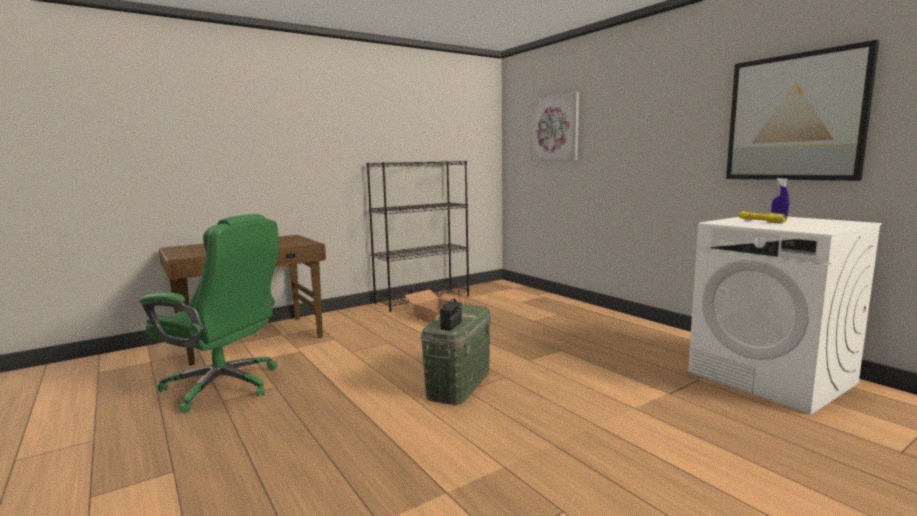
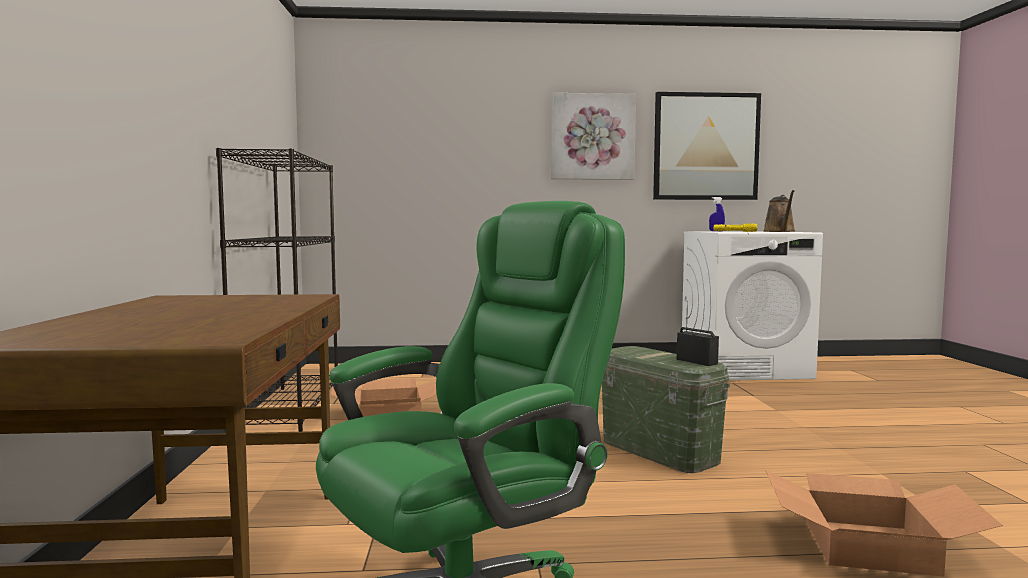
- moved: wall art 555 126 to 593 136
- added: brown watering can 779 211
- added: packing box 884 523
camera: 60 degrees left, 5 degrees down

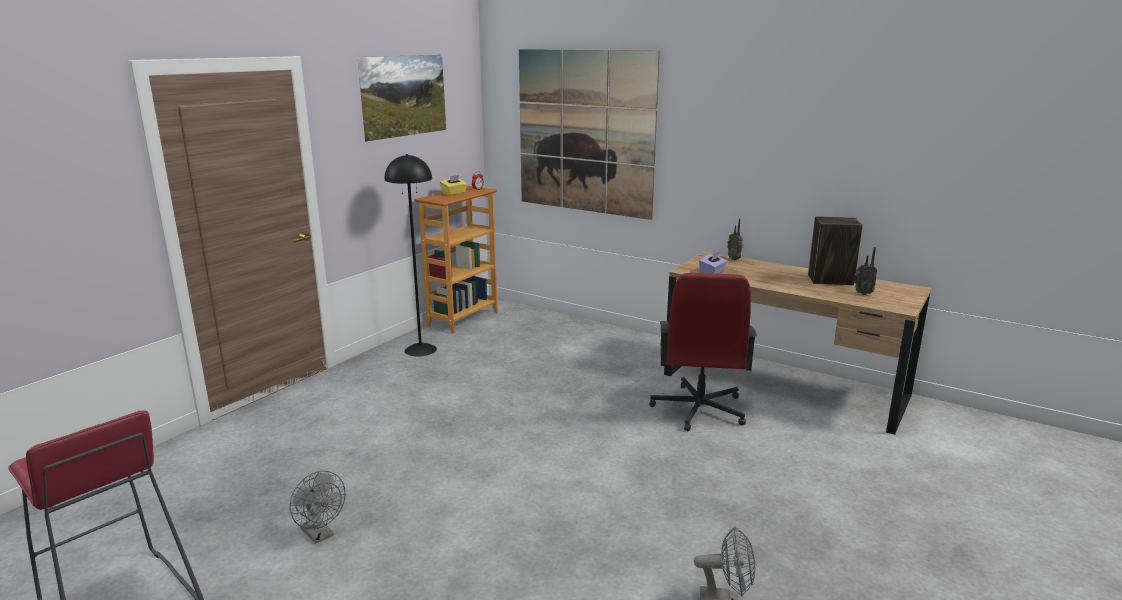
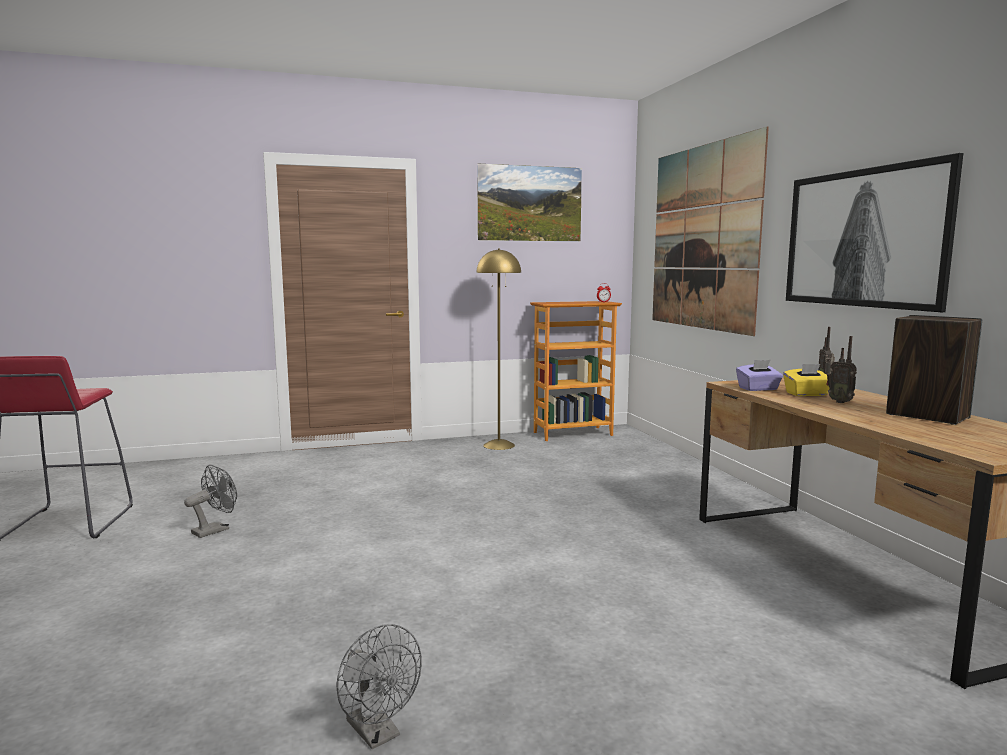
- turned: gray fan 317 507 = 210 501 135 degrees counterclockwise
- recoloured: blackish standing lamp 411 255 to yellow-coloured standing lamp 498 349
- moved: yellow-coloured tissue holder 453 185 to 806 380
- removed: red-coloured desk chair 703 352
- moved: radio receiver 865 271 to 841 369
- added: wall art 874 232
camera: 40 degrees right, 10 degrees down

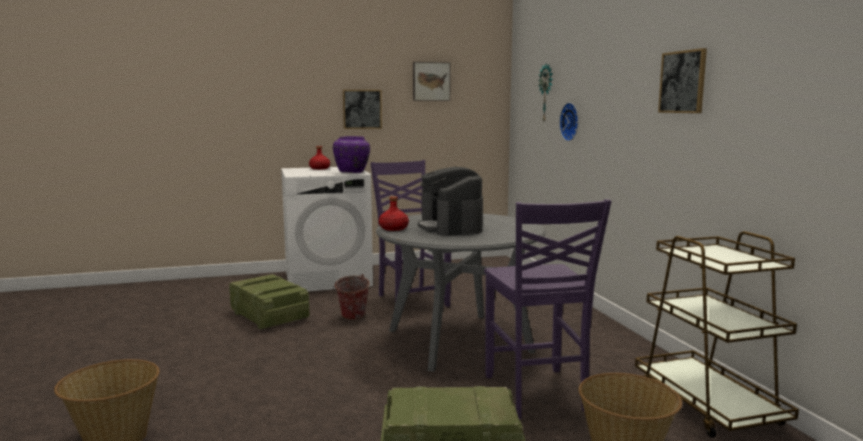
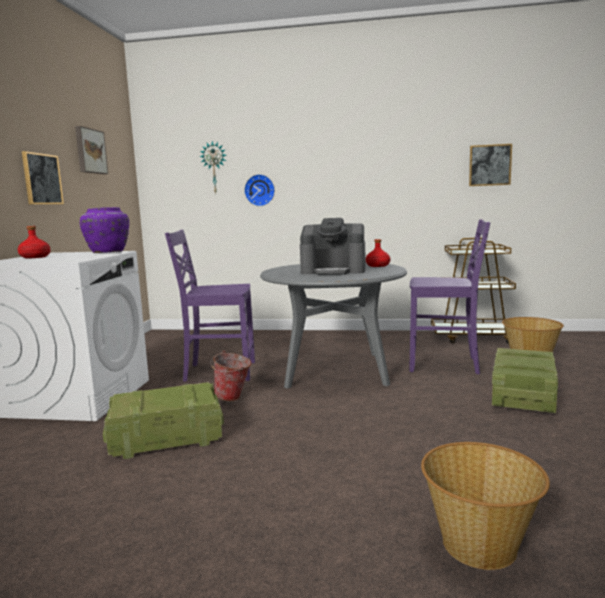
- moved: red-coloured drink bottle 394 213 to 378 253
- moved: wall art 682 80 to 490 165
camera: 65 degrees left, 0 degrees up

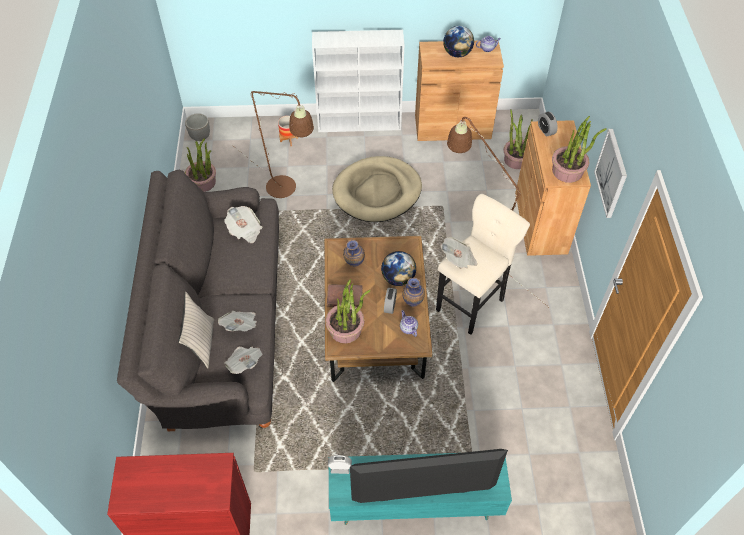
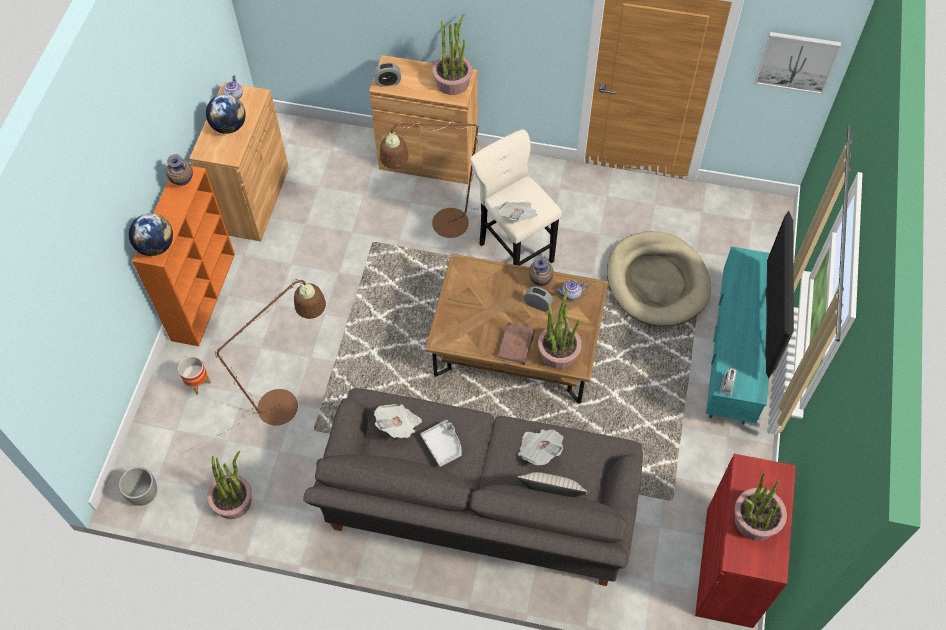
- removed: printed paper 243 360
- recoloured: white-coloured shelving unit 358 81 to orange shelving unit 183 256
- moved: beige dog bed 377 189 to 659 278
- moved: flower vase 354 253 to 179 170
- moved: globe 398 268 to 151 234
- moved: potted plant 518 139 to 760 507
- moved: wall art 610 173 to 798 63
- added: gray serving tray 440 443
camera: 75 degrees left, 5 degrees up

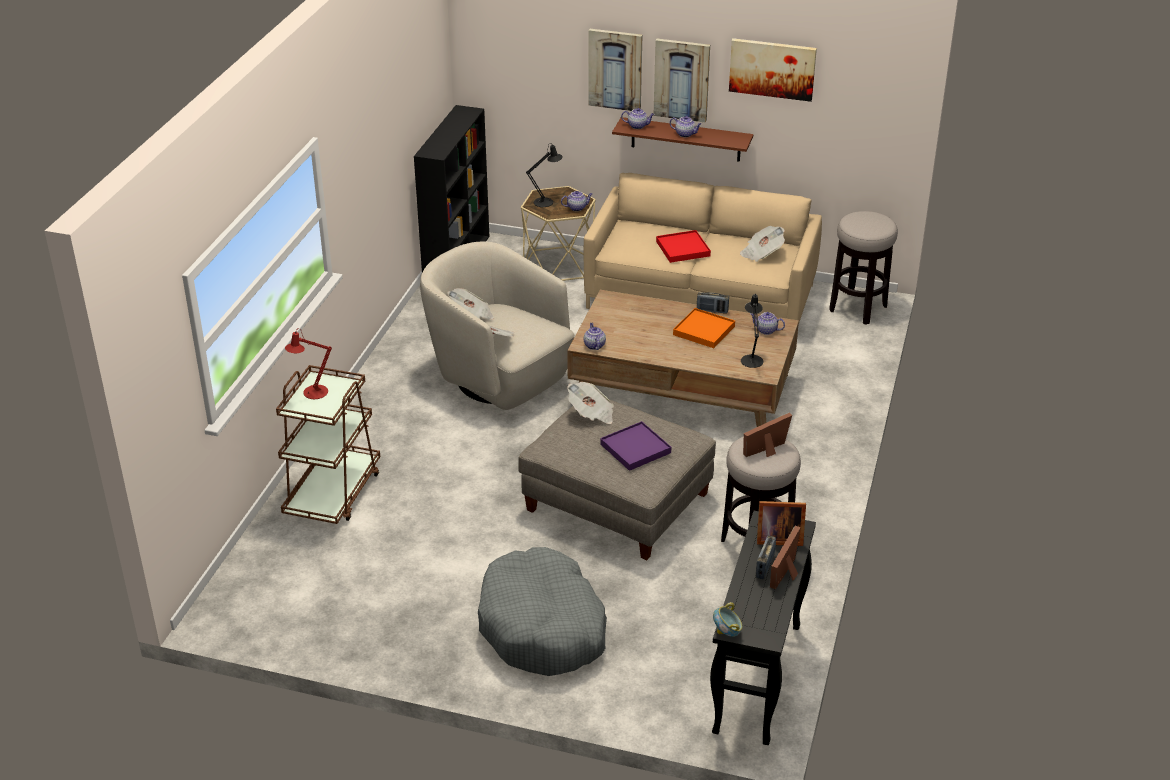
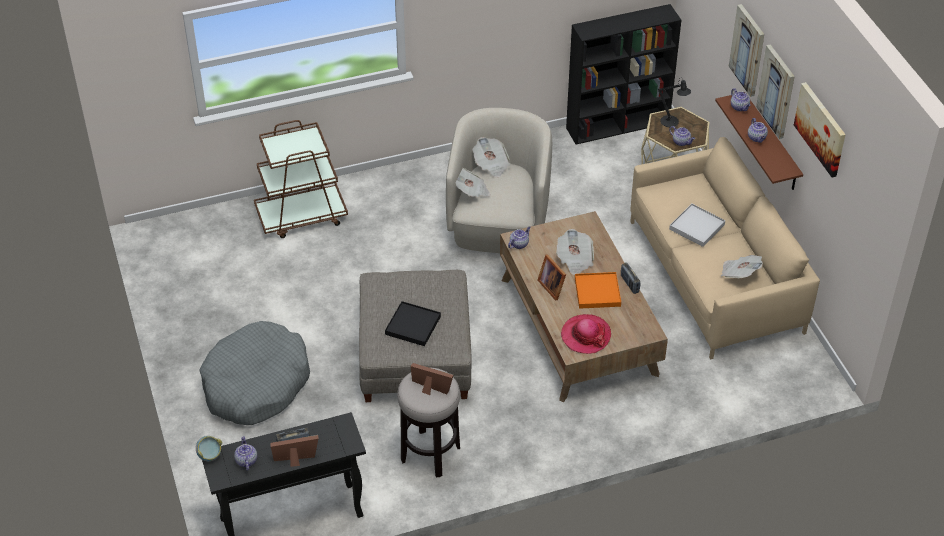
- removed: red-coloured table lamp 308 363
- moved: printed paper 590 403 to 575 252
- recoloured: purple serving tray 635 446 to blackish serving tray 413 323
- recoloured: red-coloured serving tray 683 246 to white-coloured serving tray 697 225
- replaced: blackish table lamp 752 331 to wearable hat 586 334
- moved: pot for tea 767 323 to 245 453
- moved: standing frame 781 523 to 552 277
- removed: sitting stool 863 267
camera: 55 degrees right, 10 degrees up

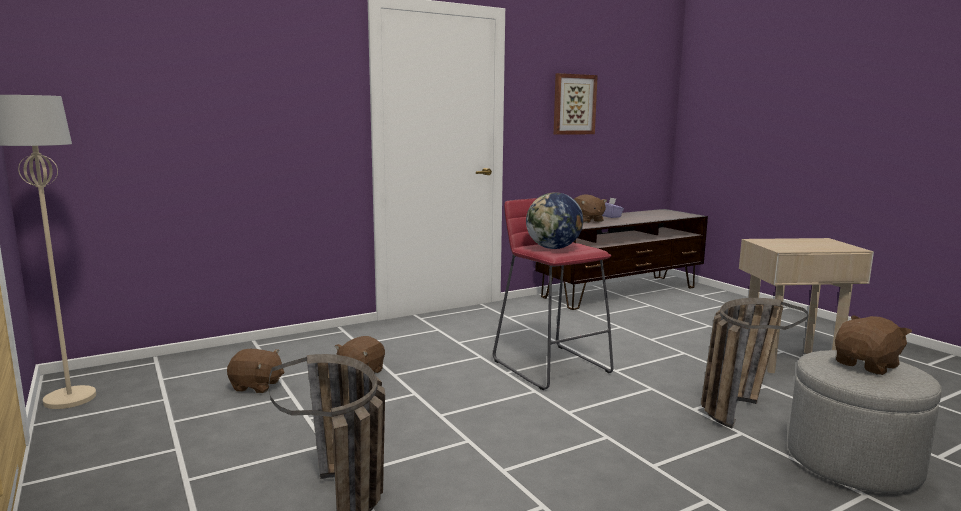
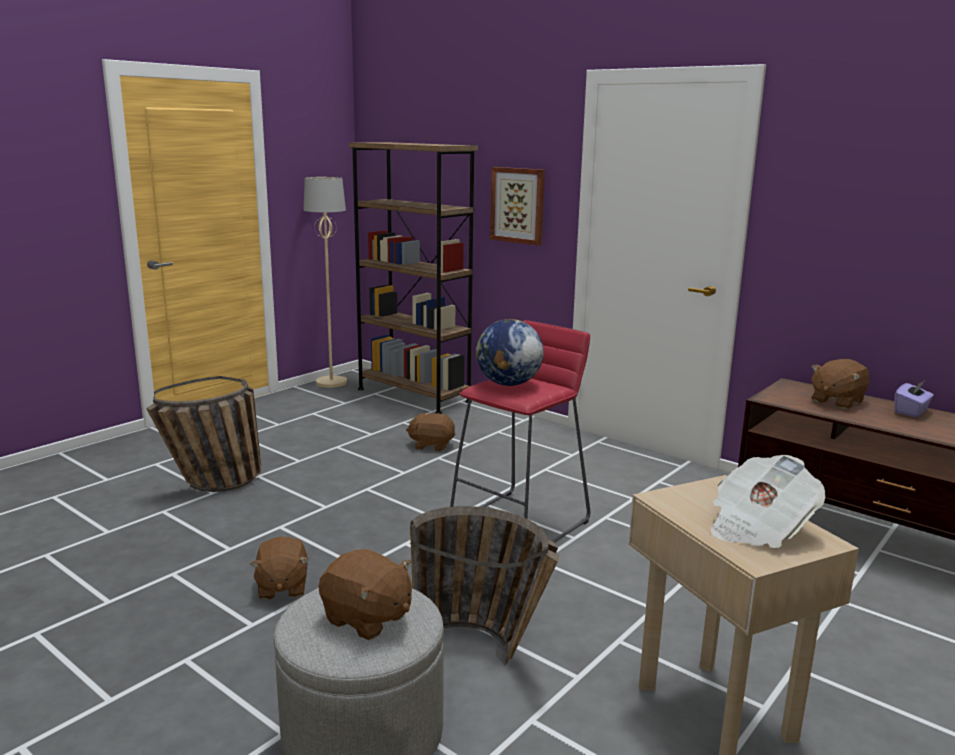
- moved: brown soft toy 255 371 to 279 568
- moved: wall art 576 104 to 517 206
- added: brown shelving unit 413 278
- added: printed paper 768 501
camera: 70 degrees right, 5 degrees up

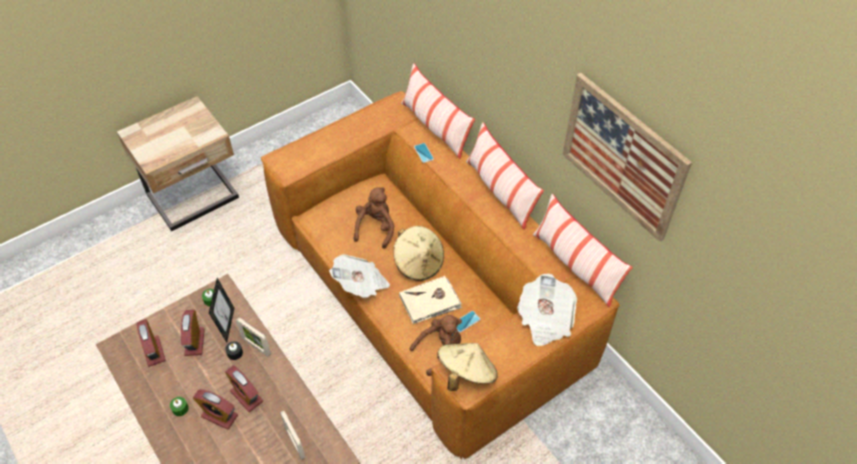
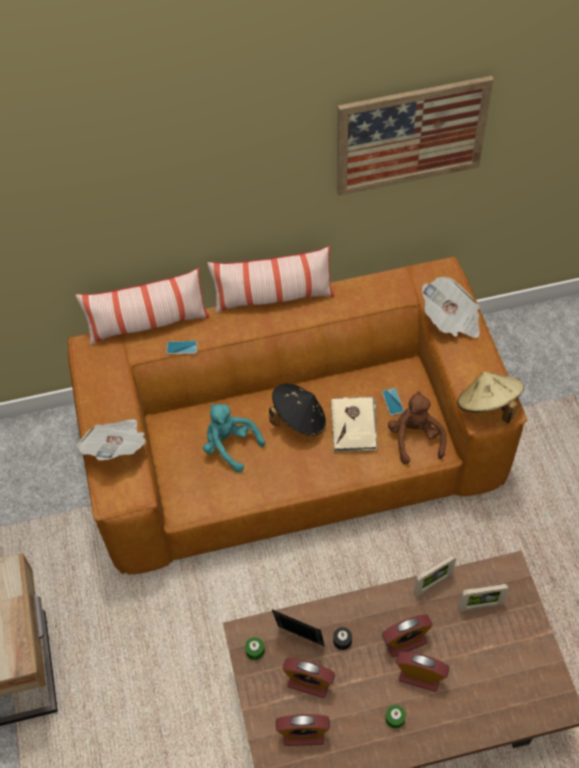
- turned: table clock 215 410 = 422 672 120 degrees counterclockwise
- moved: standing frame 253 337 to 435 575
- moved: printed paper 359 276 to 111 439
- recoloured: brown soft toy 374 218 to blue-green soft toy 234 437
- recoloured: beige wearable hat 418 253 to blackish wearable hat 297 409
- removed: pillow 583 250
camera: 65 degrees left, 5 degrees up

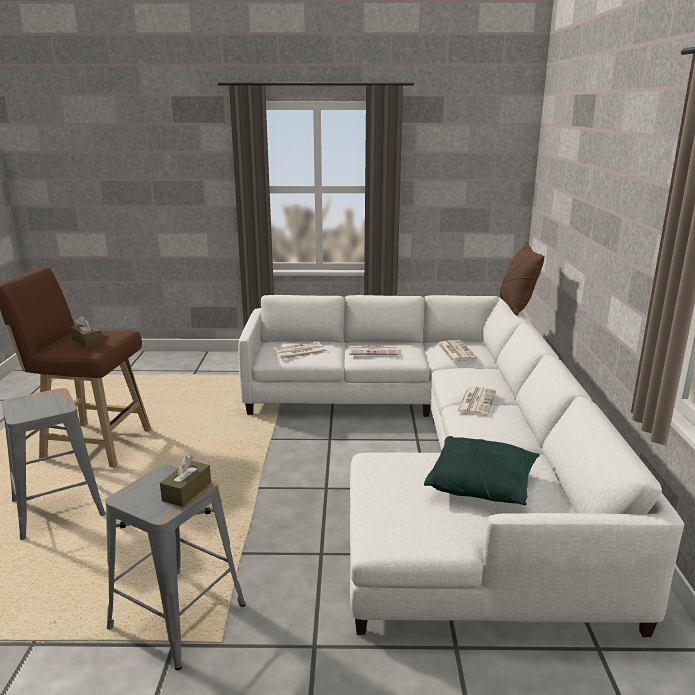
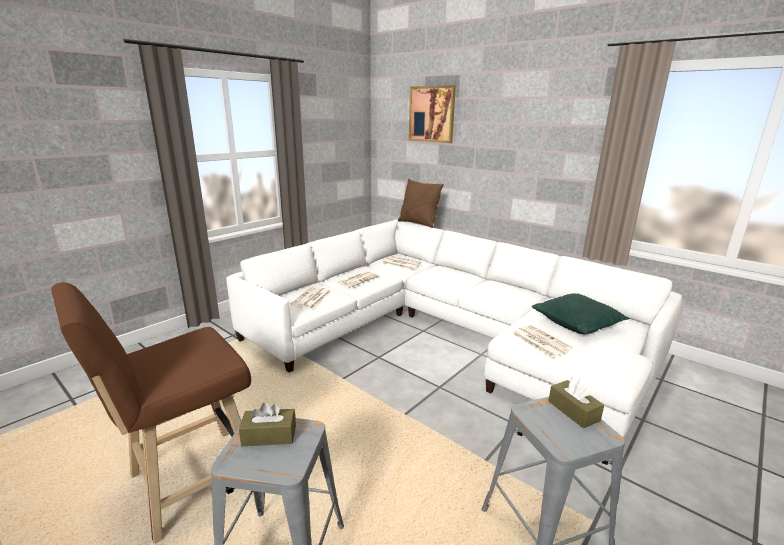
- moved: brown tissue holder 86 331 to 267 424
- moved: printed paper 476 401 to 542 341
- added: wall art 432 114
camera: 50 degrees left, 0 degrees up

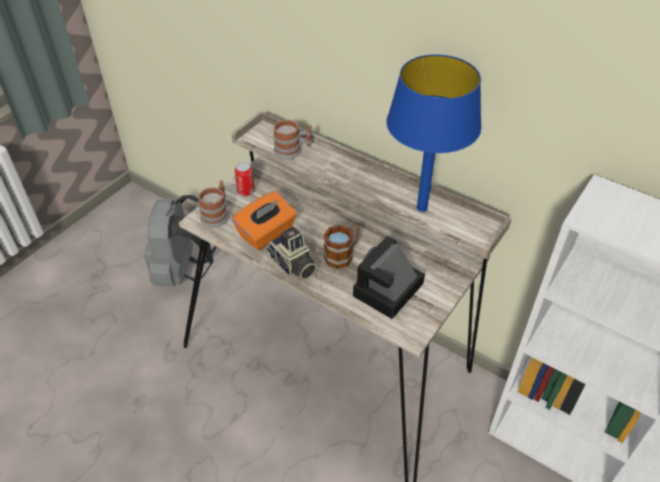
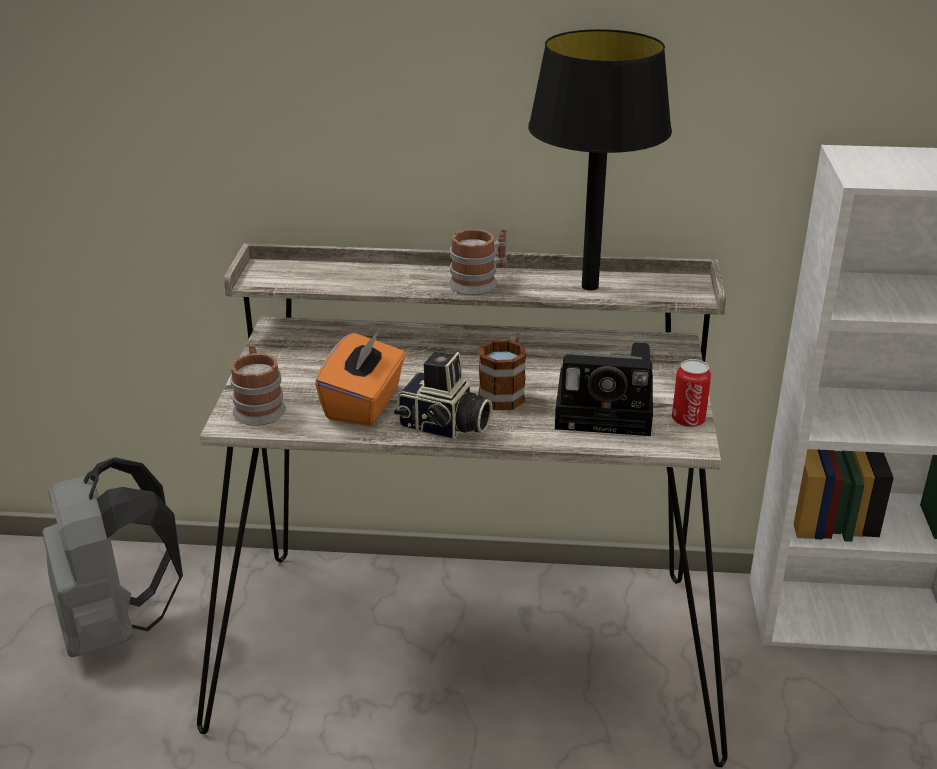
- moved: can 245 179 to 691 393
- moved: tea mug 292 140 to 478 261
- turned: photo camera 389 277 = 604 389 90 degrees counterclockwise
- recoloured: blue-coloured table lamp 434 133 to blackish table lamp 600 159
camera: 30 degrees left, 15 degrees down

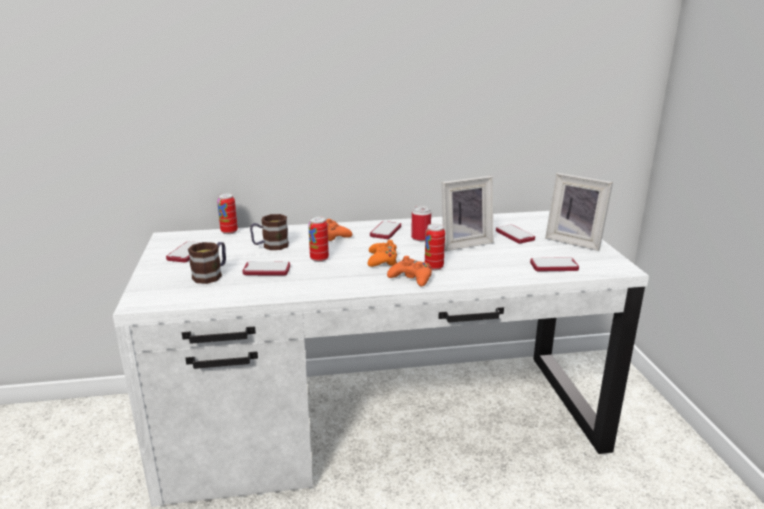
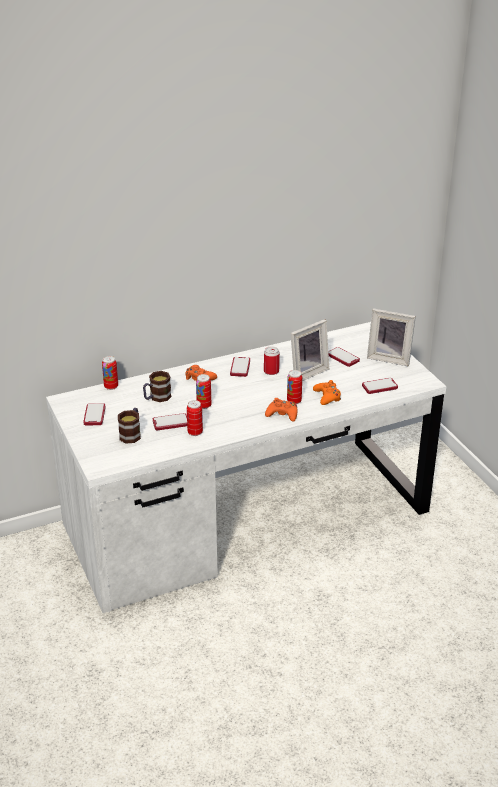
- moved: orange gamepad 382 253 to 327 392
- added: can 195 418
camera: 15 degrees left, 10 degrees up

